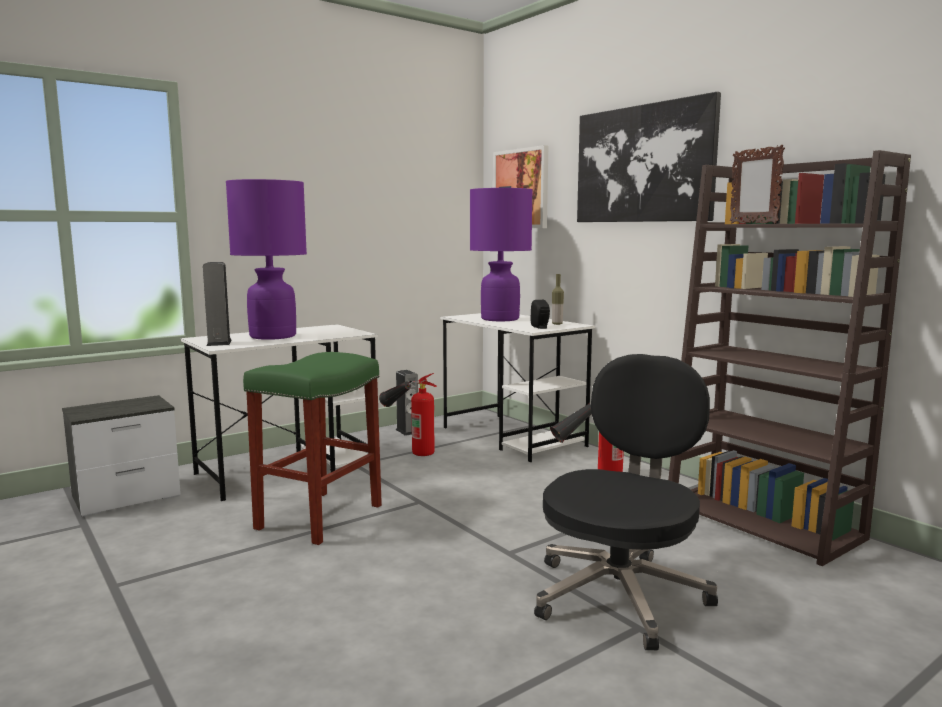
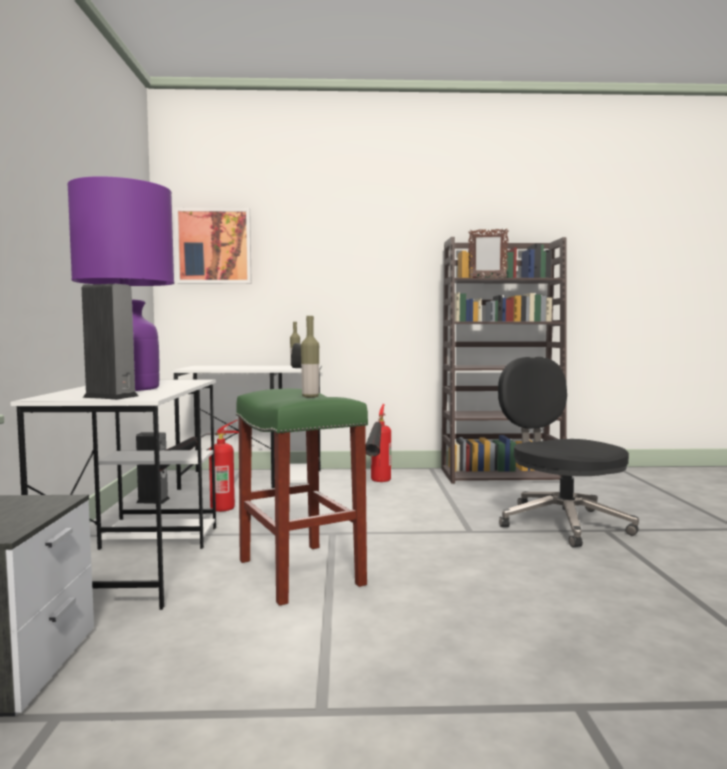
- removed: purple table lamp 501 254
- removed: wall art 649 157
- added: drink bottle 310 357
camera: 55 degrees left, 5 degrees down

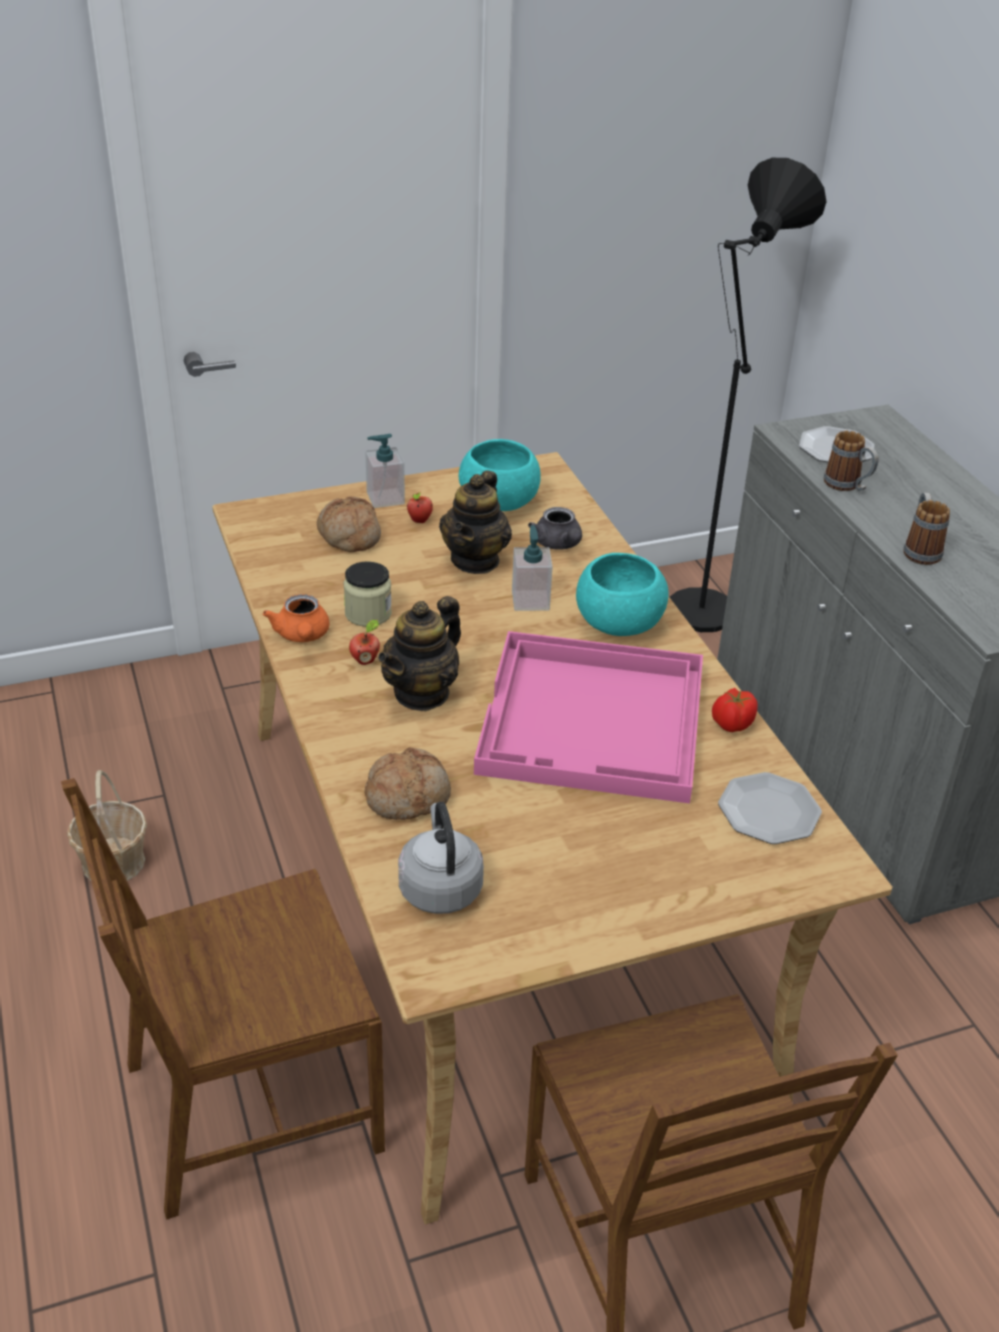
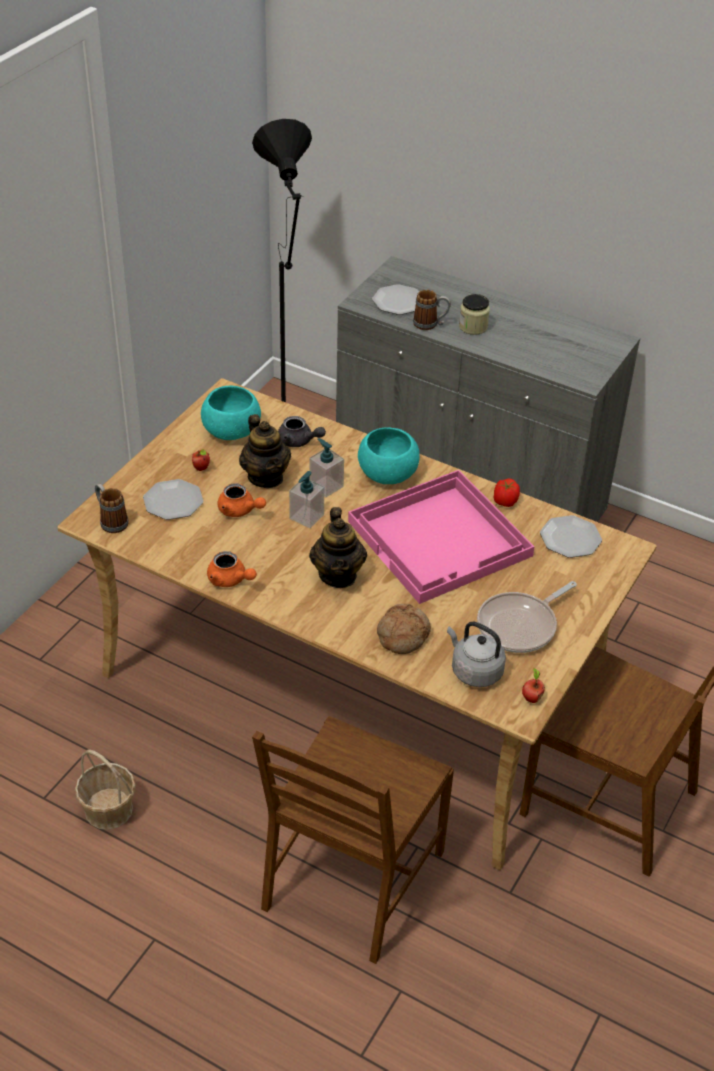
- replaced: baked bread 349 524 to flat dish 173 499
- moved: jar 368 594 to 474 314
- moved: apple 364 642 to 533 685
- moved: soap bottle 385 471 to 306 499
- moved: tea mug 926 529 to 112 508
- added: orange pot for tea 242 500
- added: skillet 527 617
camera: 40 degrees left, 5 degrees up

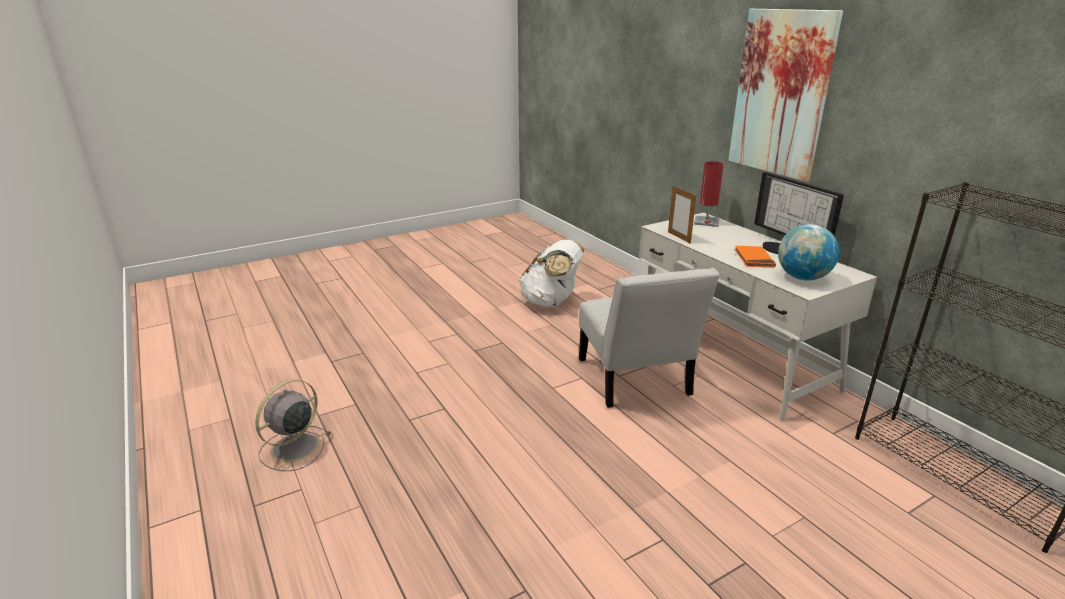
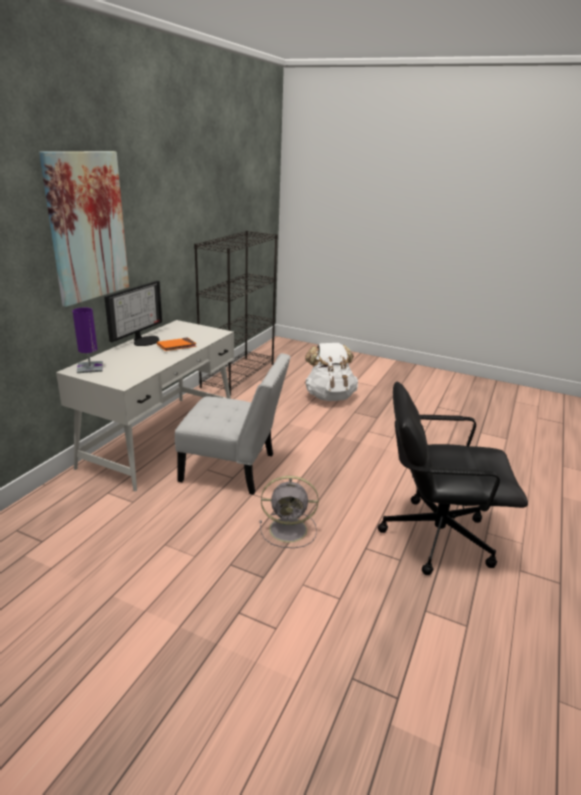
- moved: gray fan 293 425 to 289 512
- moved: white-coloured knapsack 551 274 to 331 372
- turned: white-coloured plain chair 649 338 = 233 424 60 degrees clockwise
- removed: standing frame 682 215
- recoloured: red-coloured table lamp 709 194 to purple table lamp 88 340
- removed: globe 808 252
- added: blackish desk chair 453 478
camera: 125 degrees left, 0 degrees up

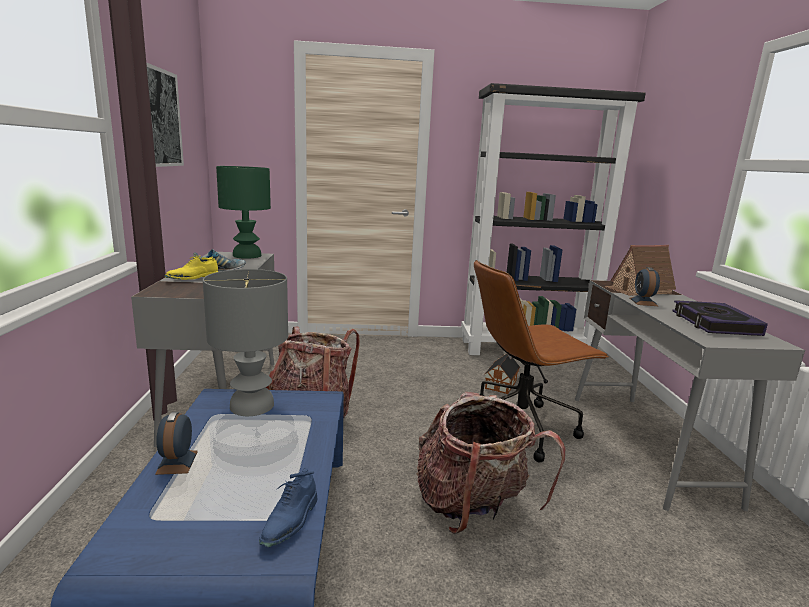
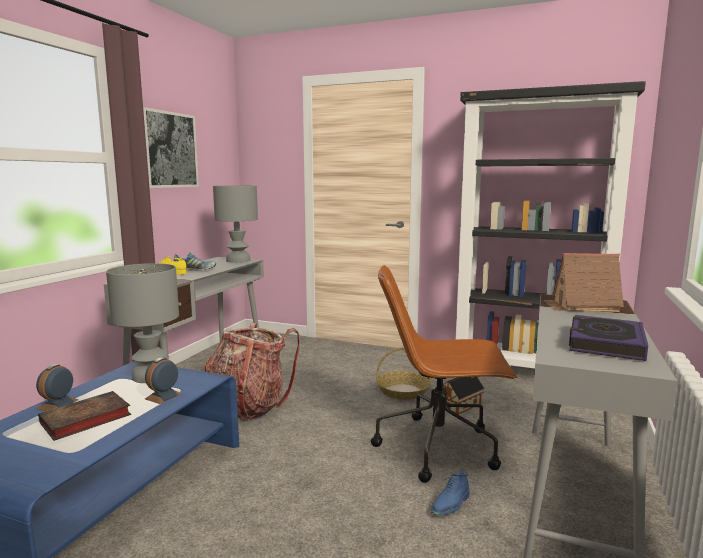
- recoloured: green table lamp 243 212 to gray table lamp 235 224
- moved: blue-coloured item of footwear 288 507 to 450 493
- removed: knapsack 490 463
- moved: table clock 645 286 to 163 380
- added: volume 84 416
- added: storage basket 403 373
camera: 25 degrees right, 5 degrees down

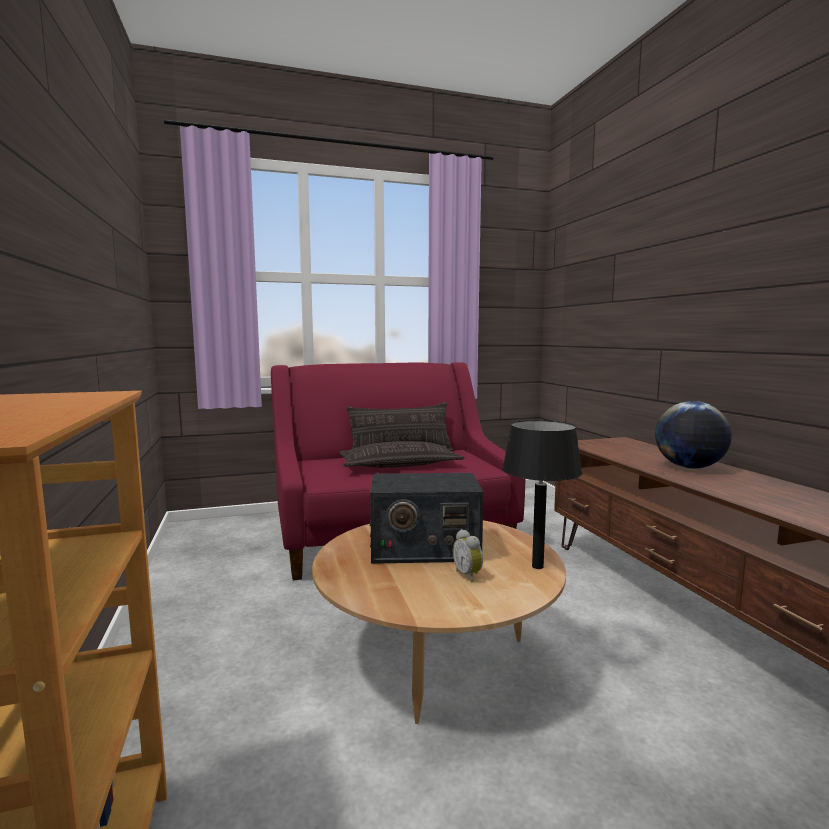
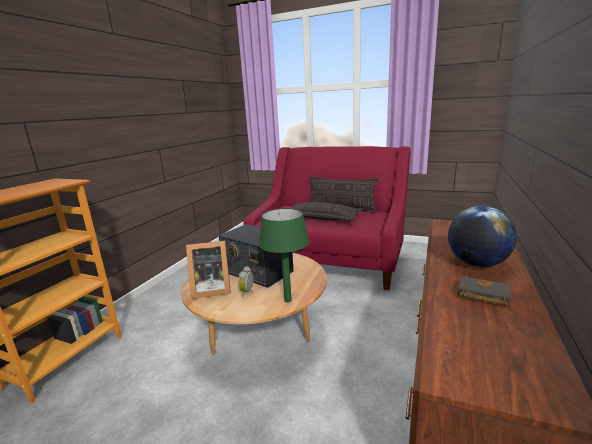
- recoloured: blackish table lamp 542 494 to green table lamp 284 255
- added: standing frame 208 270
- added: blackish volume 484 291
camera: 40 degrees right, 10 degrees up

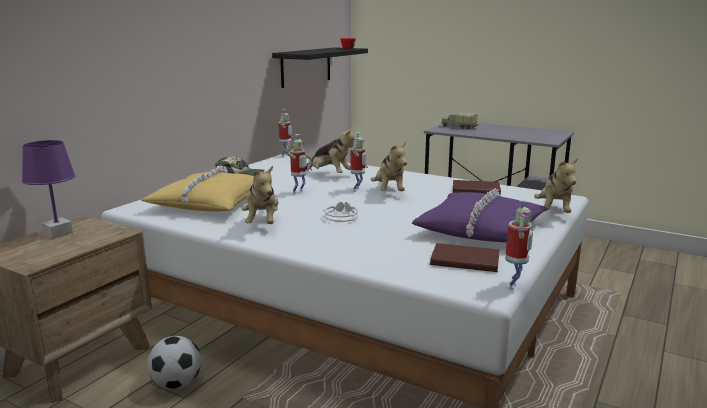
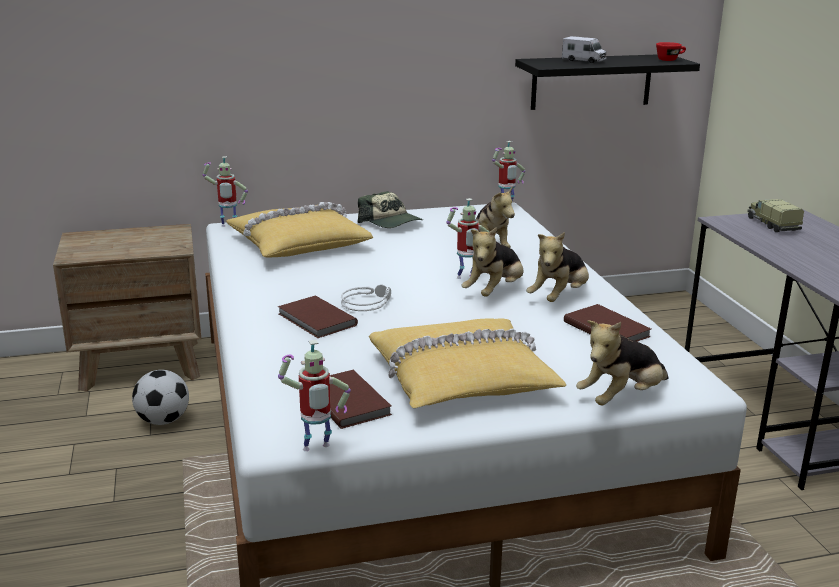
- removed: purple table lamp 49 189
- moved: soft toy 260 195 to 557 267
- moved: model robot 299 164 to 225 191
- recoloured: purple pillow 480 215 to yellow-coloured pillow 467 363
- added: brown volume 318 317
- added: toy truck 584 49
camera: 45 degrees right, 5 degrees up

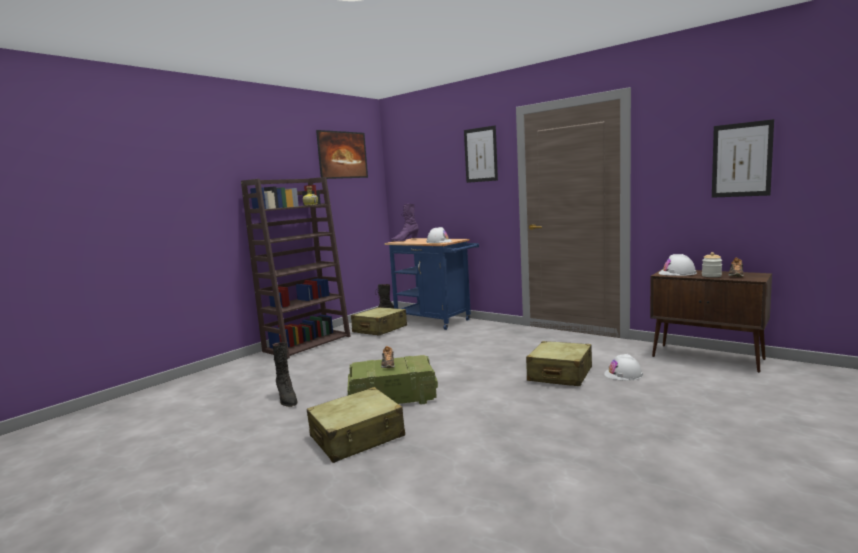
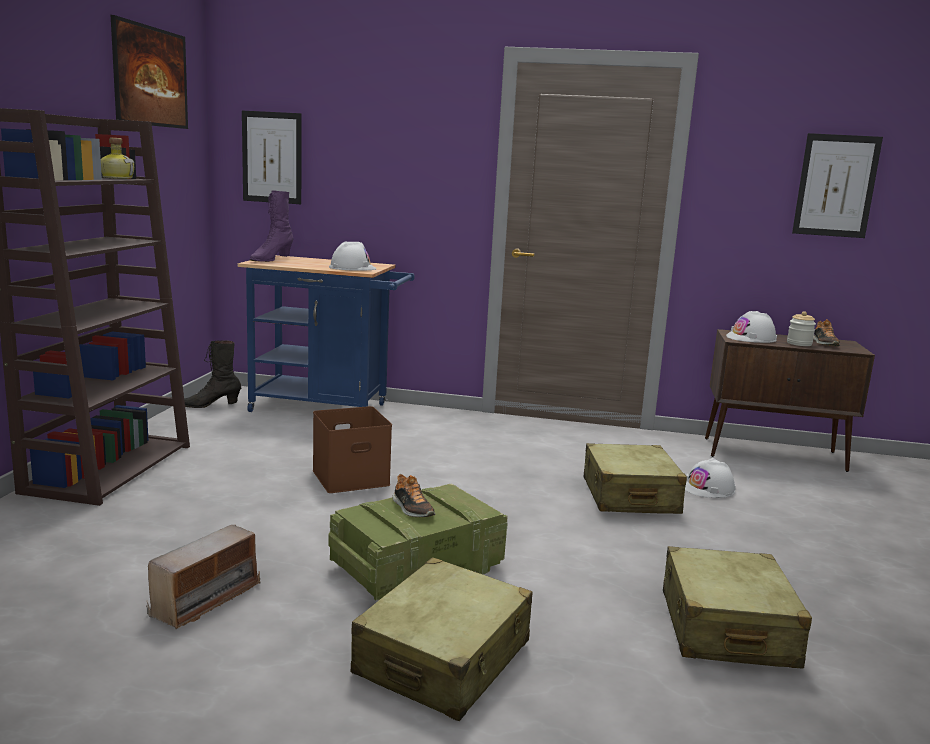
- replaced: blackish tall boot 284 374 to radio receiver 203 577
- moved: beige piece of luggage 379 321 to 737 607
- moved: wall art 481 154 to 272 157
- added: brown storage box 352 449
camera: 30 degrees left, 5 degrees up

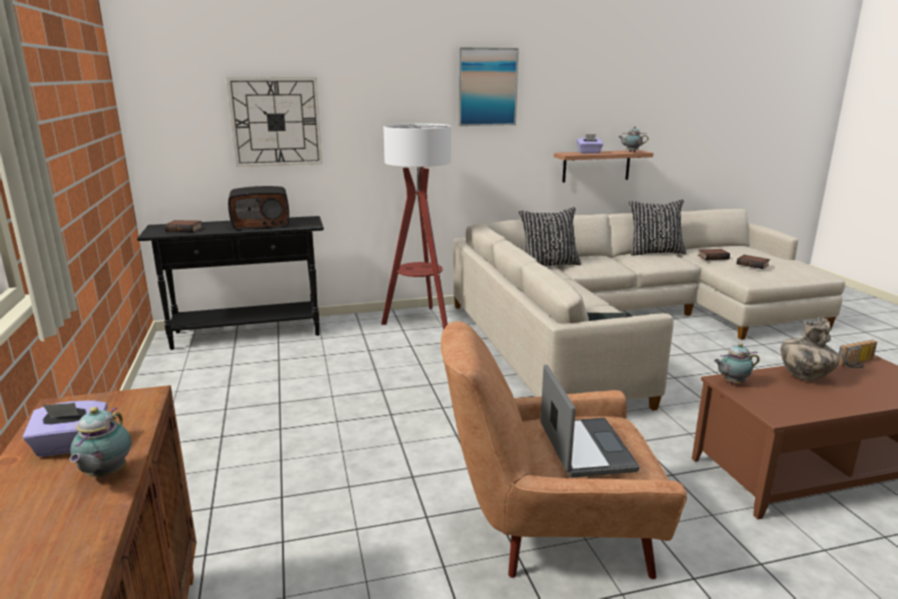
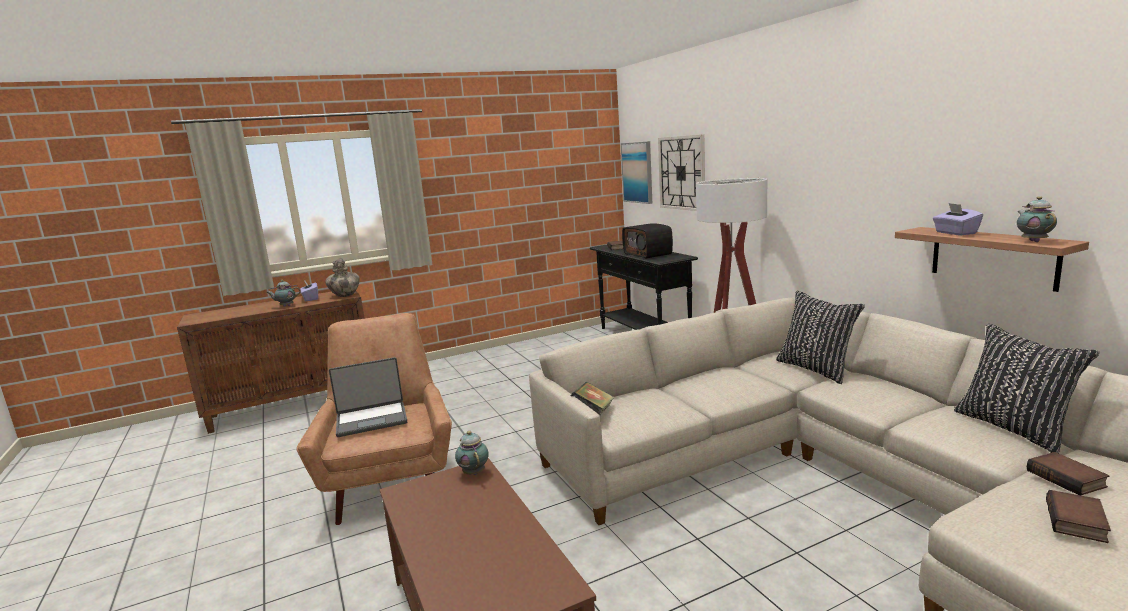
- moved: wall art 488 86 to 637 172
- moved: flower vase 810 349 to 342 277
- removed: radio receiver 857 354
camera: 80 degrees right, 5 degrees down

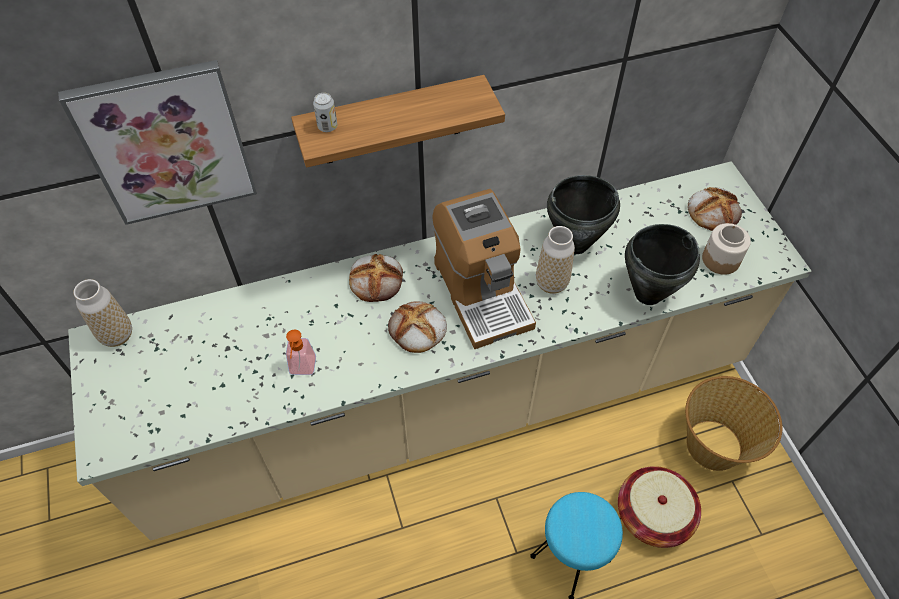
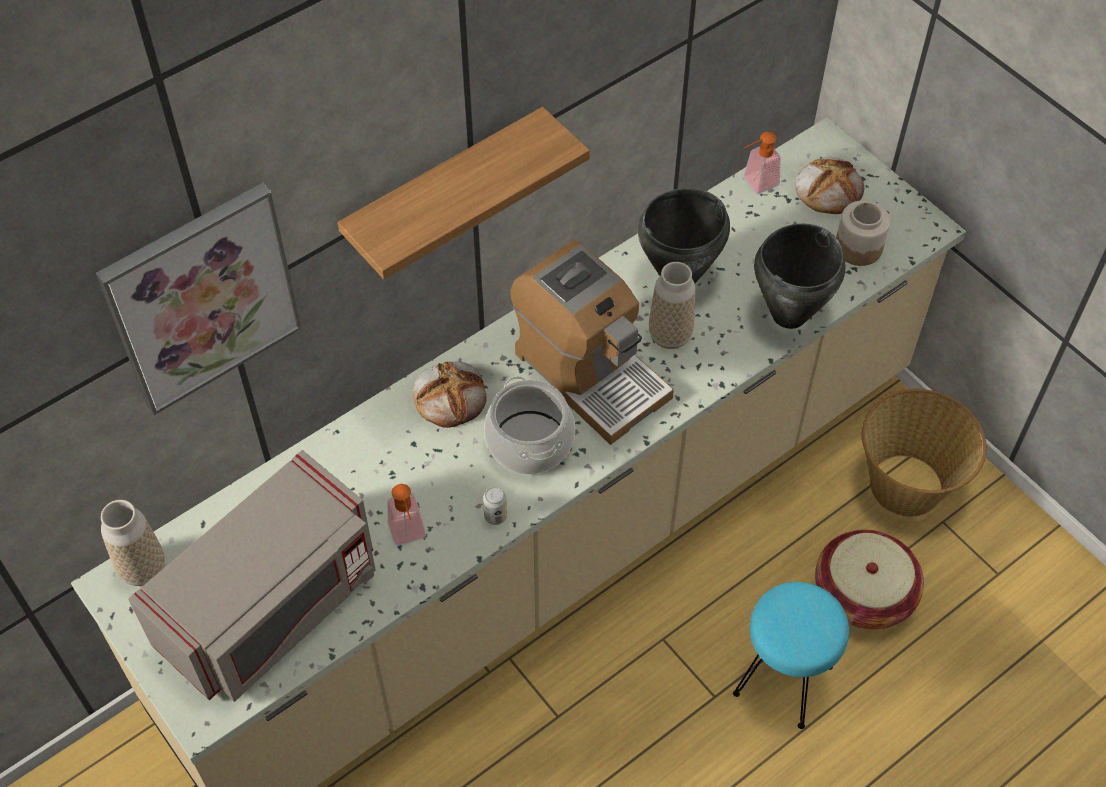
- moved: can 325 112 to 495 506
- replaced: baked bread 417 327 to cooking pot 529 425
- added: gray microwave 252 576
- added: soap bottle 762 163
camera: 20 degrees left, 0 degrees up

